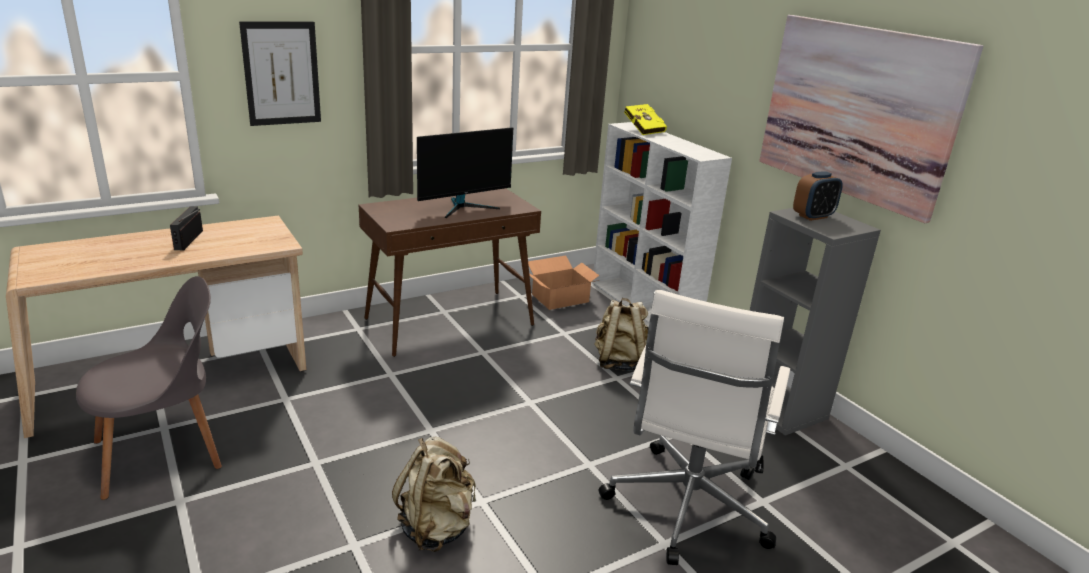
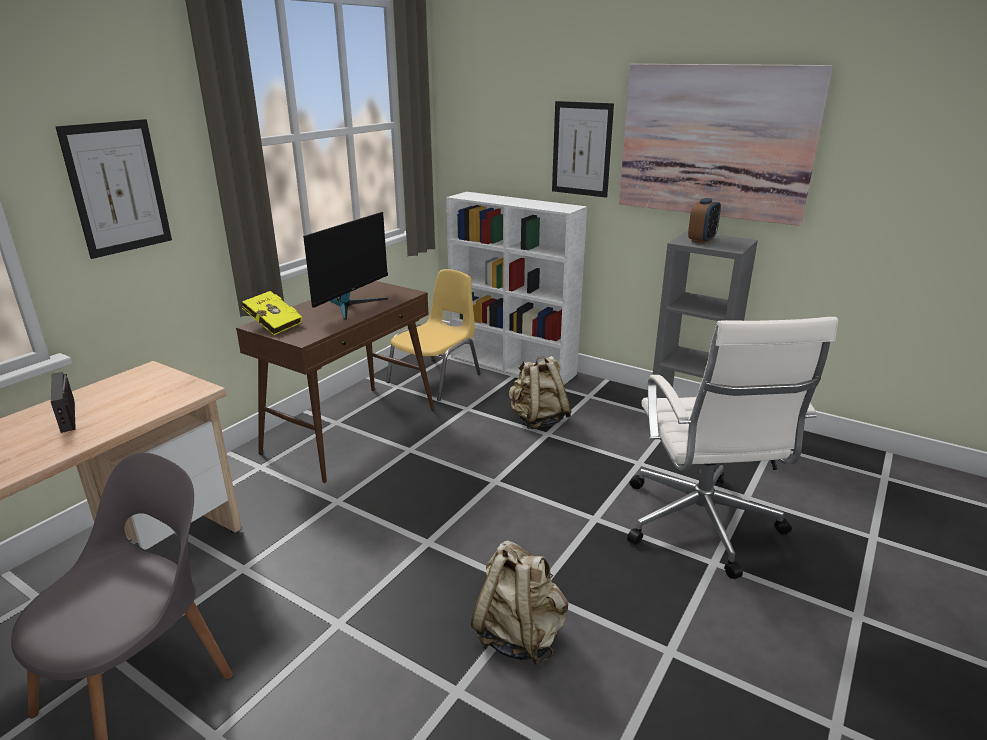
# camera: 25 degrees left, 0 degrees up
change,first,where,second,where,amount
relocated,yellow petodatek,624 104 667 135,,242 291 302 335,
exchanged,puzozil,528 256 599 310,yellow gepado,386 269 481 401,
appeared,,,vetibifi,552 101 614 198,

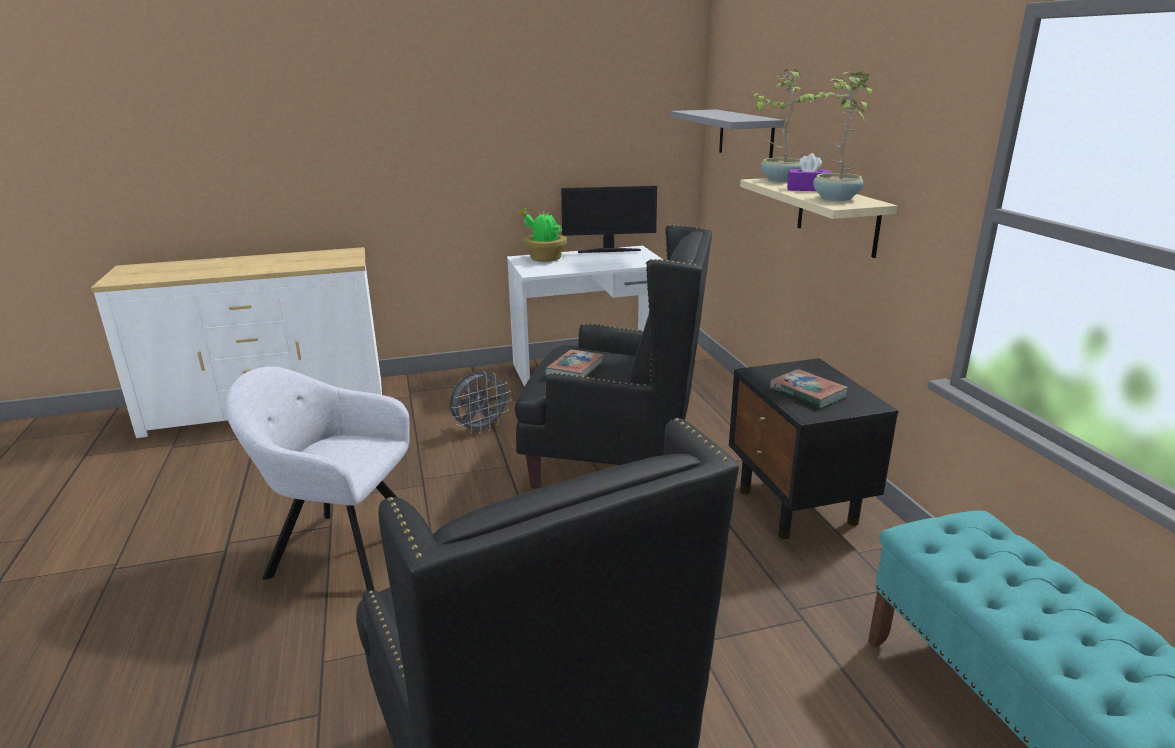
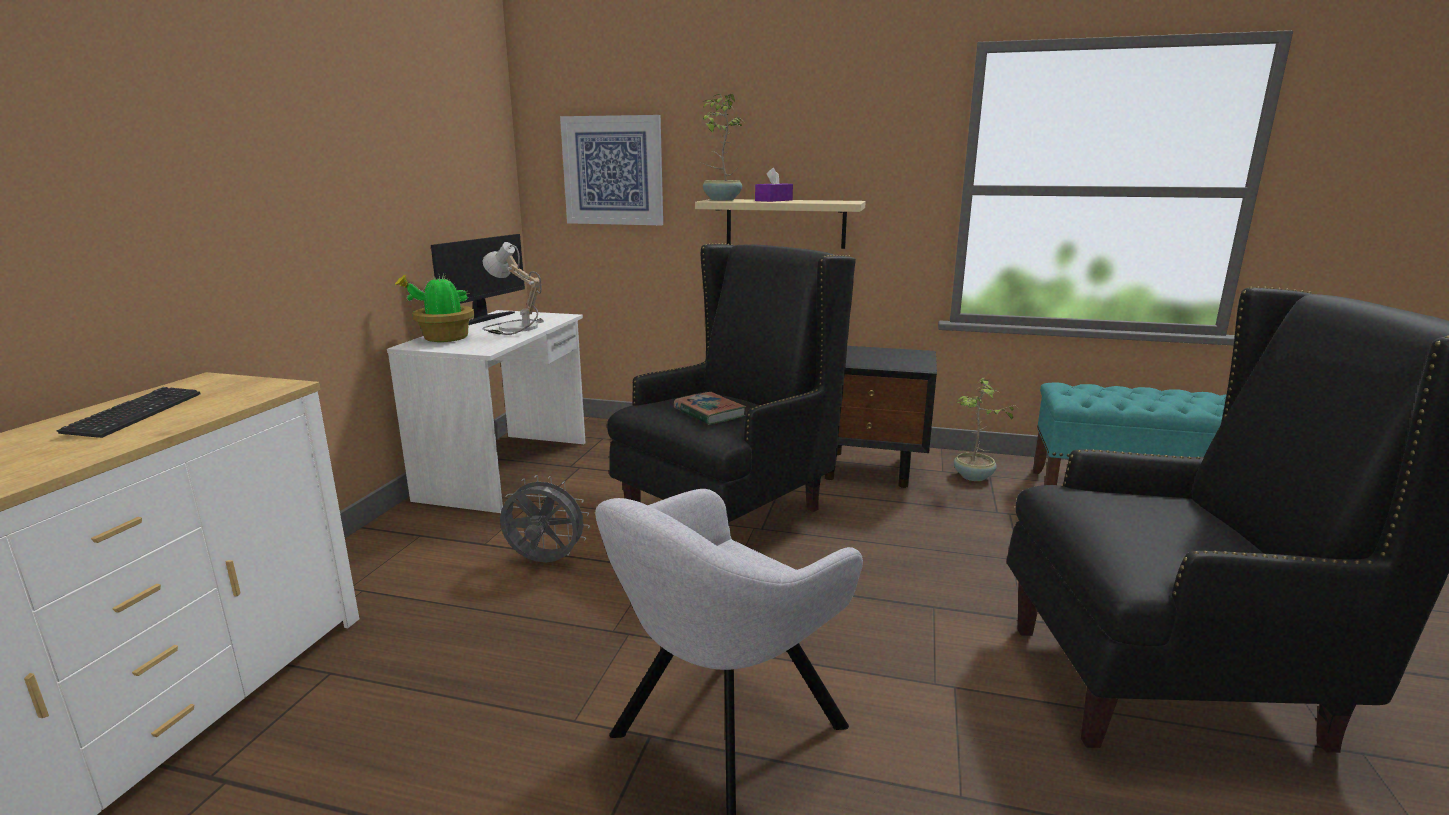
# camera: 60 degrees left, 5 degrees down
change,first,where,second,where,amount
relocated,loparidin,813 71 872 201,,954 378 1017 481,
exchanged,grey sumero,670 109 784 158,vetibifi,560 115 663 225,
missing,petodatek,770 369 849 408,,,
spun,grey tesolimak,450 371 511 434,,500 475 590 562,75 degrees counterclockwise
appeared,,,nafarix,482 242 544 335,
appeared,,,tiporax,56 387 200 438,

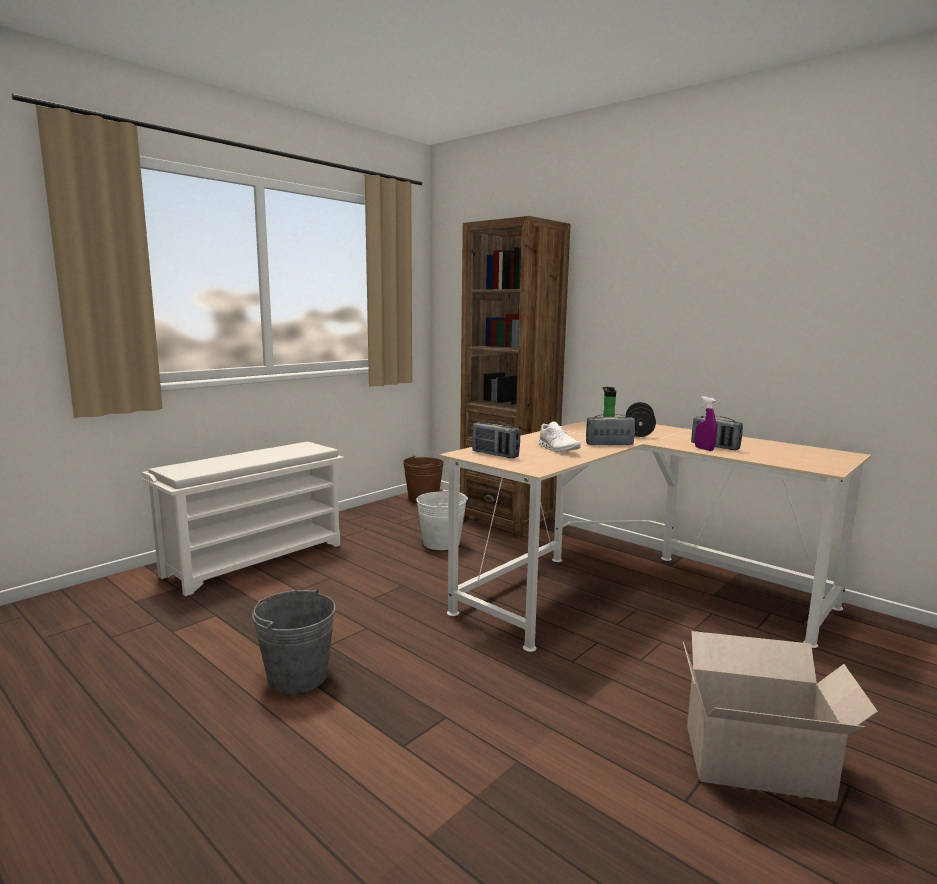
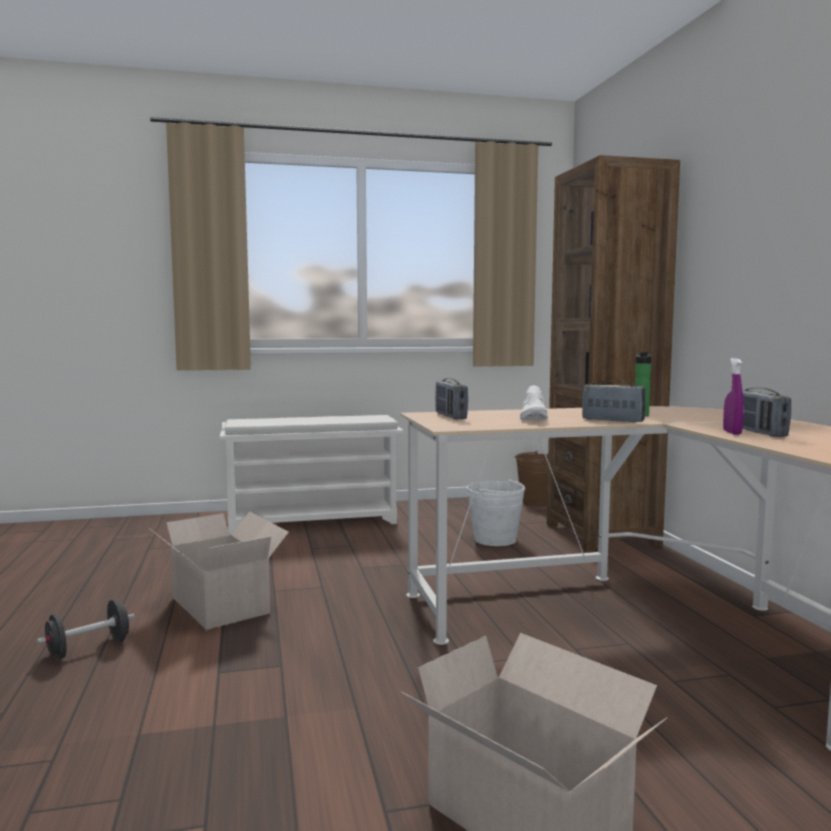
# camera: 35 degrees right, 5 degrees down
change,first,where,second,where,amount
relocated,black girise,626 402 656 437,,37 599 135 660,
exchanged,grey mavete,252 588 336 694,puzozil,148 512 289 630,

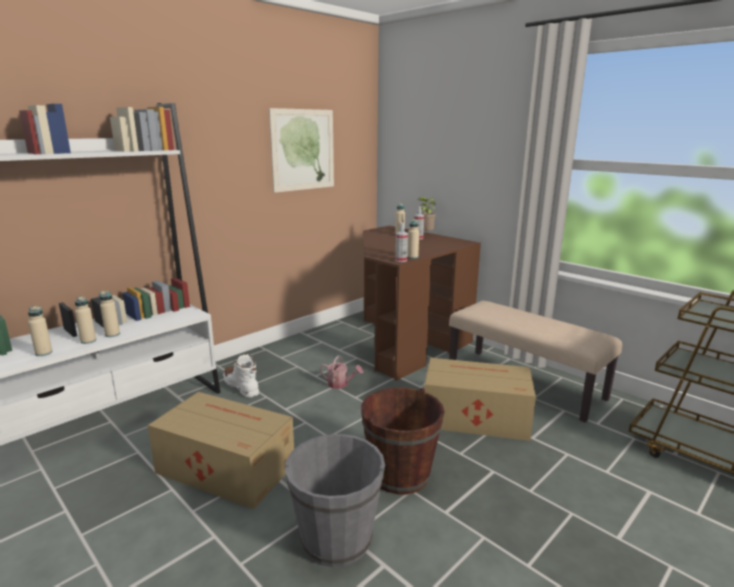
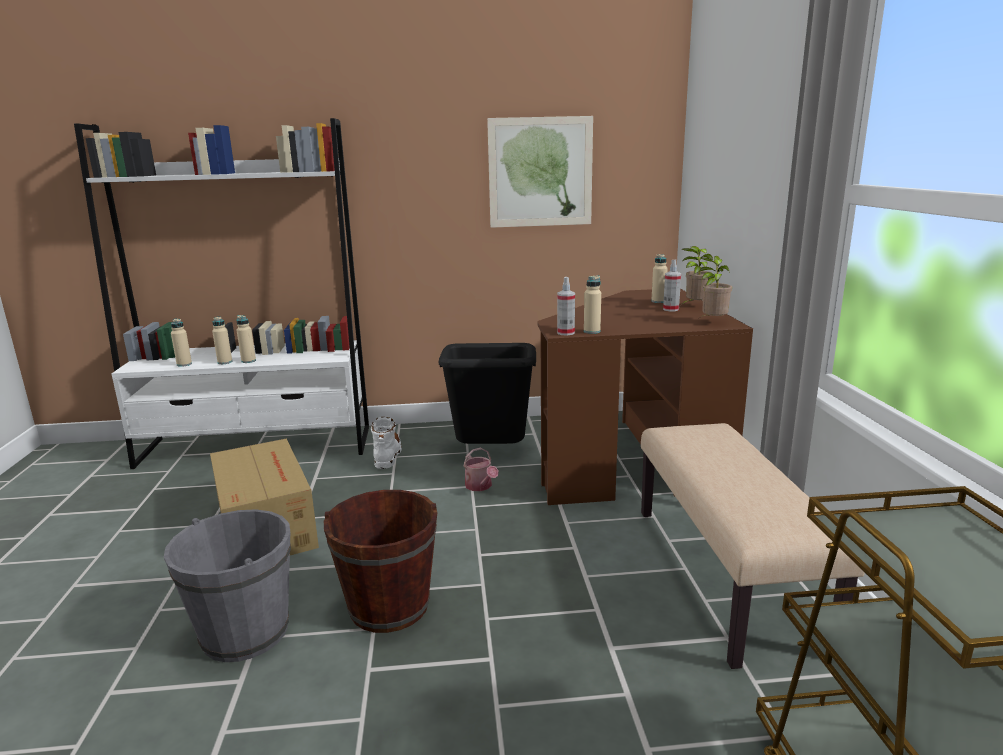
# camera: 40 degrees right, 0 degrees up
change,first,where,second,where,amount
missing,puzozil,424 358 536 441,,,
appeared,,,loparidin,700 256 732 317,
appeared,,,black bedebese,439 343 536 444,

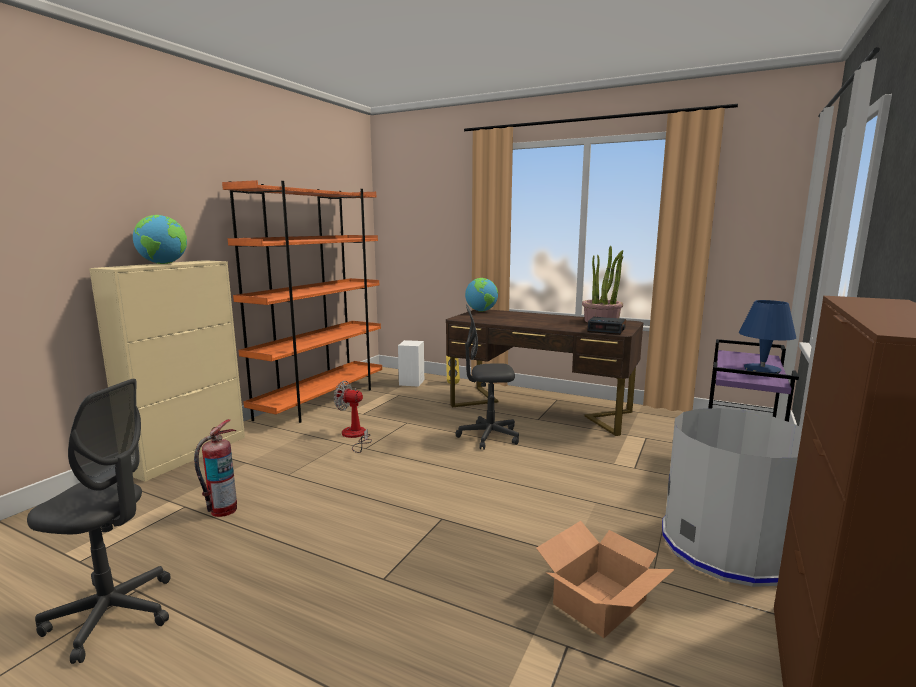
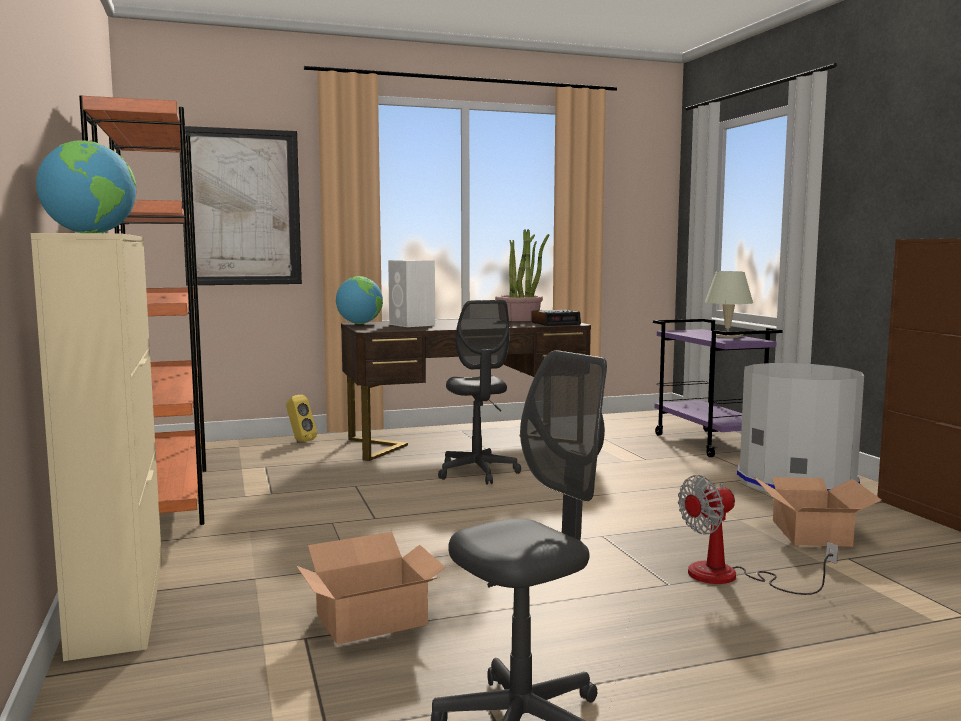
# camera: 45 degrees left, 5 degrees down
change,first,where,second,where,amount
colour,blue nafarix,739 300 796 374,beige nafarix,705 271 753 338,
spun,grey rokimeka,455 305 519 450,,438 300 521 485,60 degrees counterclockwise
relocated,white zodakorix,398 340 424 387,,388 260 435 327,
relocated,tesolimak,334 381 372 453,,678 475 838 595,
exchanged,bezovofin,194 419 237 517,puzozil,297 532 445 645,
appeared,,,vetibifi,180 126 302 286,

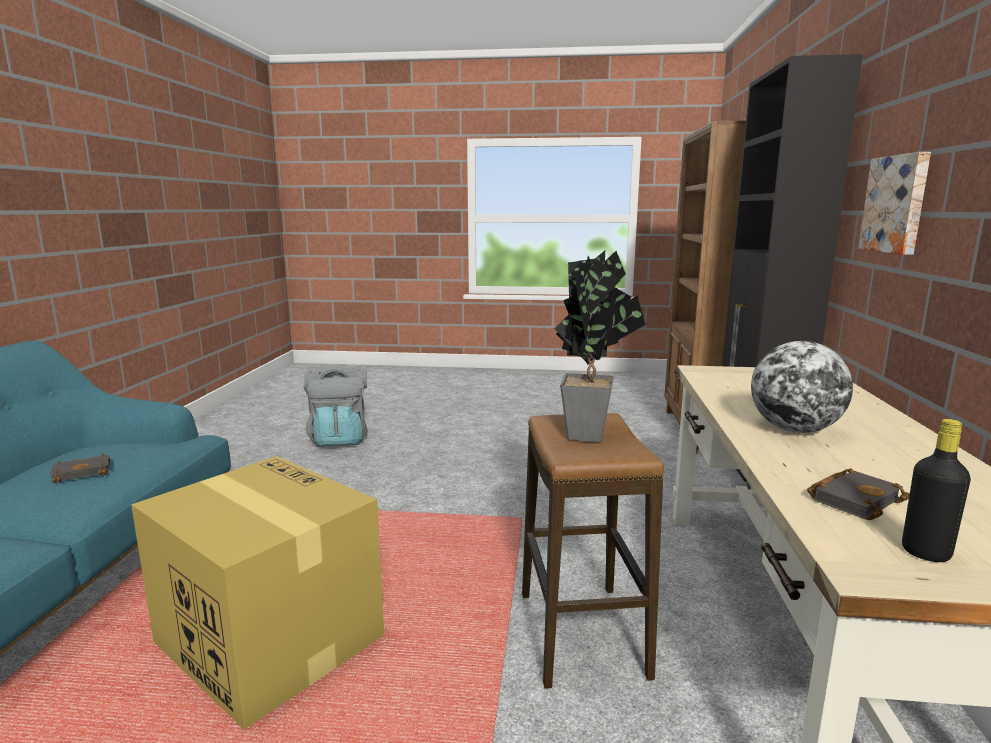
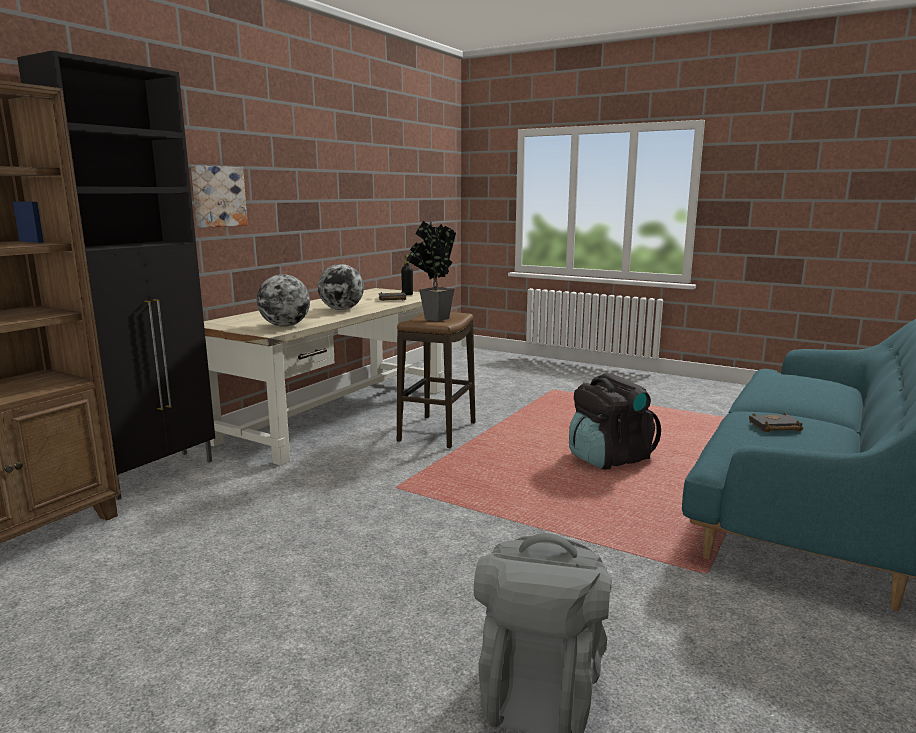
# camera: 155 degrees left, 0 degrees up
change,first,where,second,where,amount
exchanged,puzozil,131 456 384 730,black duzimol,569 373 661 469,
appeared,,,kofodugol,257 274 310 327,

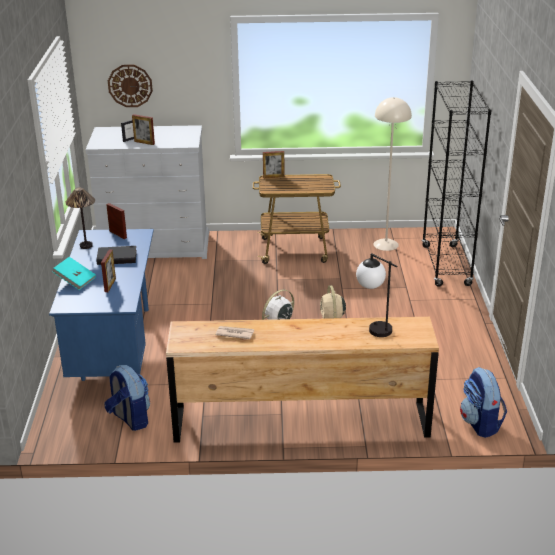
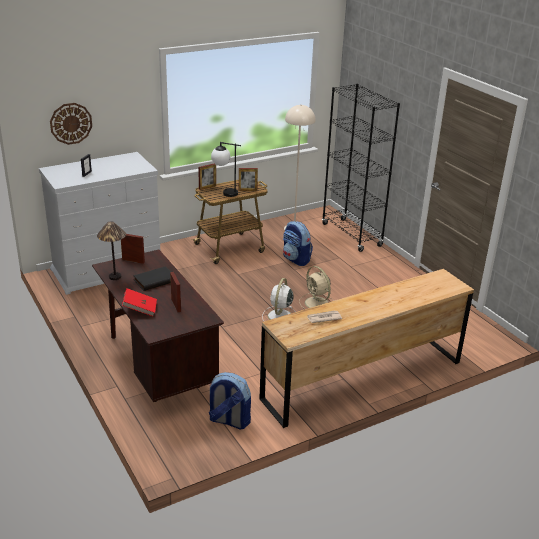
# camera: 30 degrees left, 0 degrees up
change,first,where,second,where,amount
relocated,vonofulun,132 114 155 145,,239 168 258 191,
colour,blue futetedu,49 229 154 381,brown futetedu,92 249 224 402,
relocated,nafarix,356 253 397 337,,211 142 241 197,
colour,turquoise petodatek,52 257 96 290,red petodatek,122 288 157 316,
relocated,duzimol,460 367 507 438,,283 221 313 266,

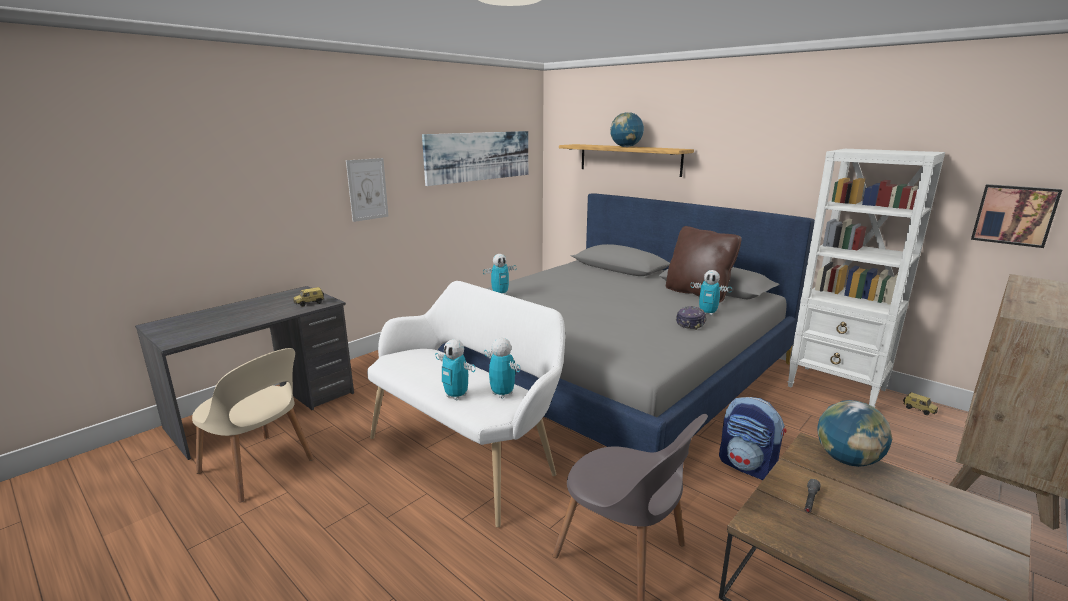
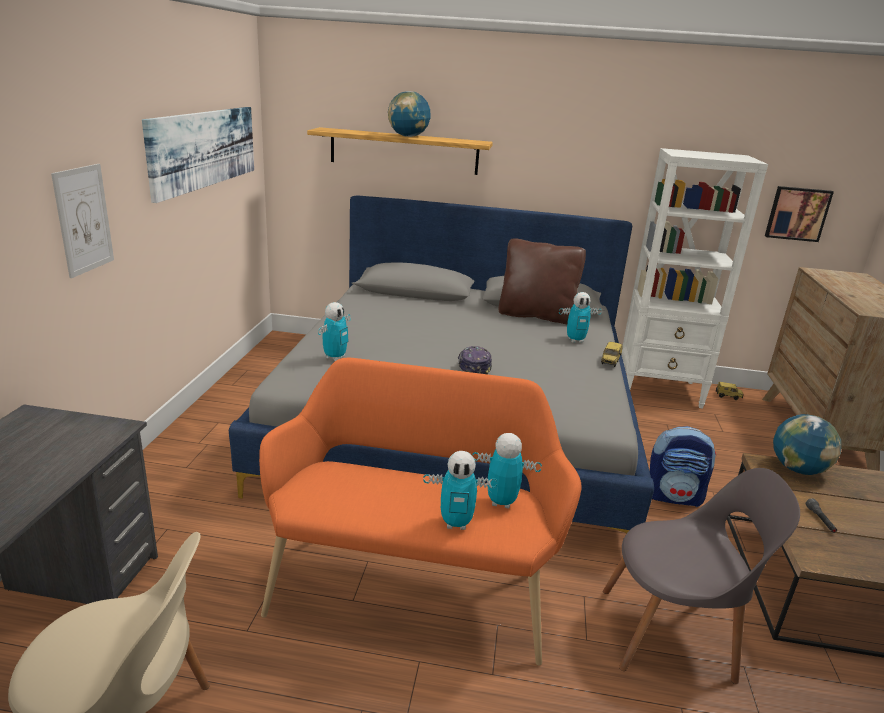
# camera: 35 degrees left, 5 degrees up
change,first,where,second,where,amount
colour,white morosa,367 281 565 527,orange morosa,259 358 582 666,
relocated,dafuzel,293 287 324 307,,601 342 622 367,
relocated,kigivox,676 306 707 330,,458 346 492 374,

